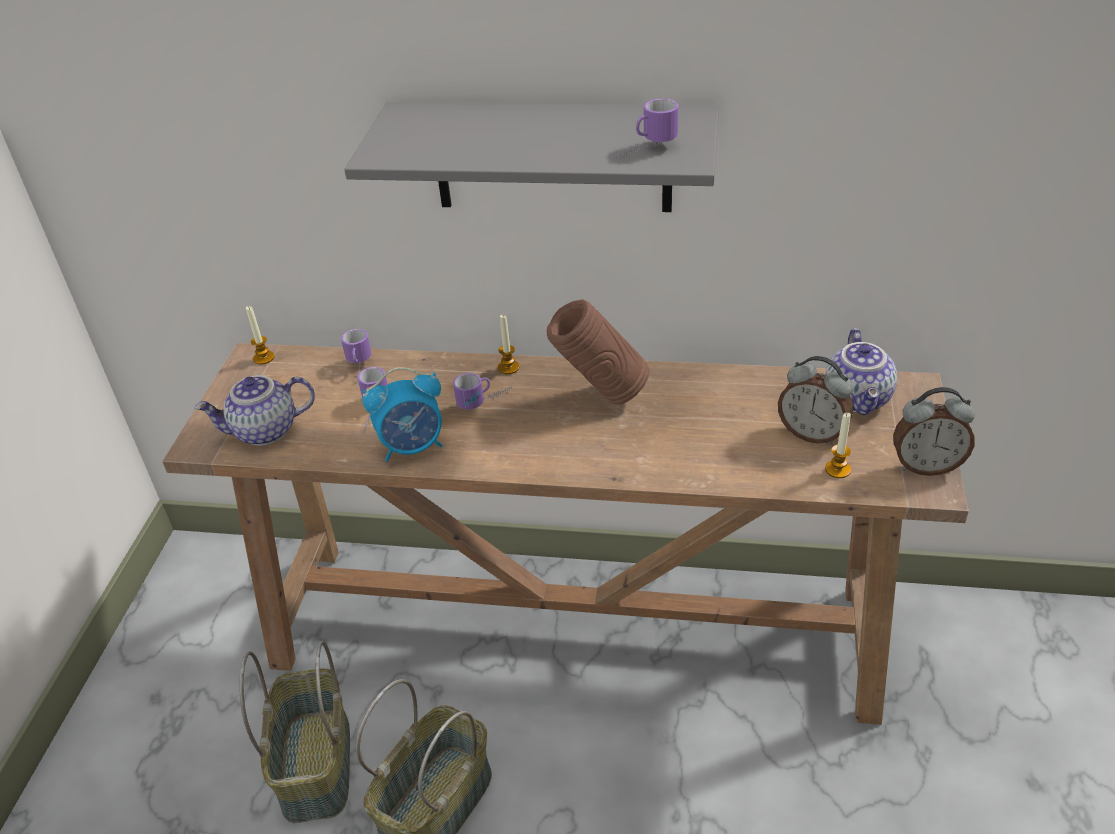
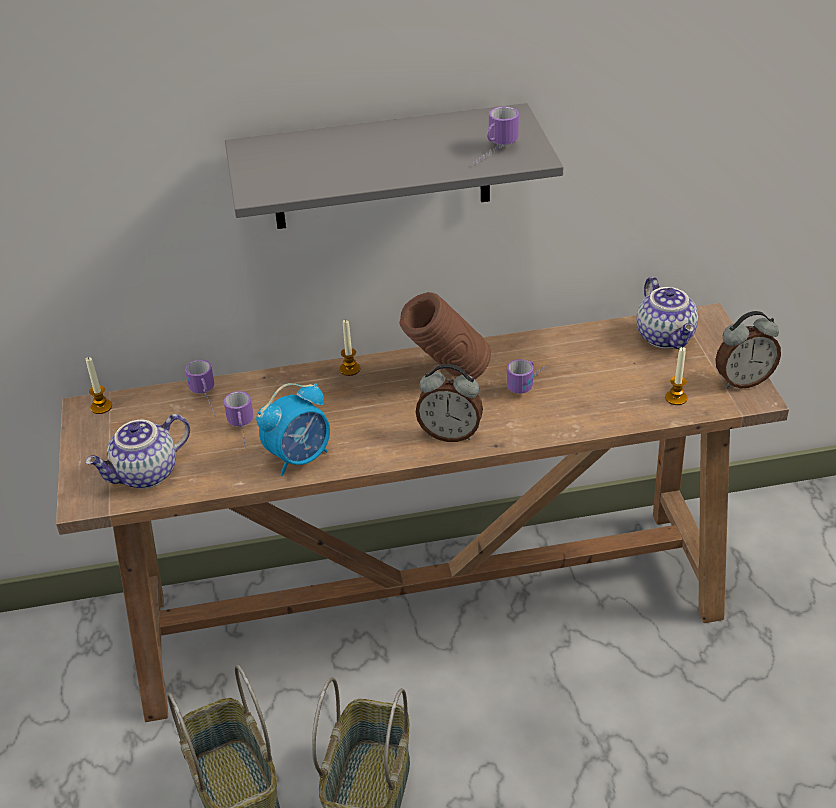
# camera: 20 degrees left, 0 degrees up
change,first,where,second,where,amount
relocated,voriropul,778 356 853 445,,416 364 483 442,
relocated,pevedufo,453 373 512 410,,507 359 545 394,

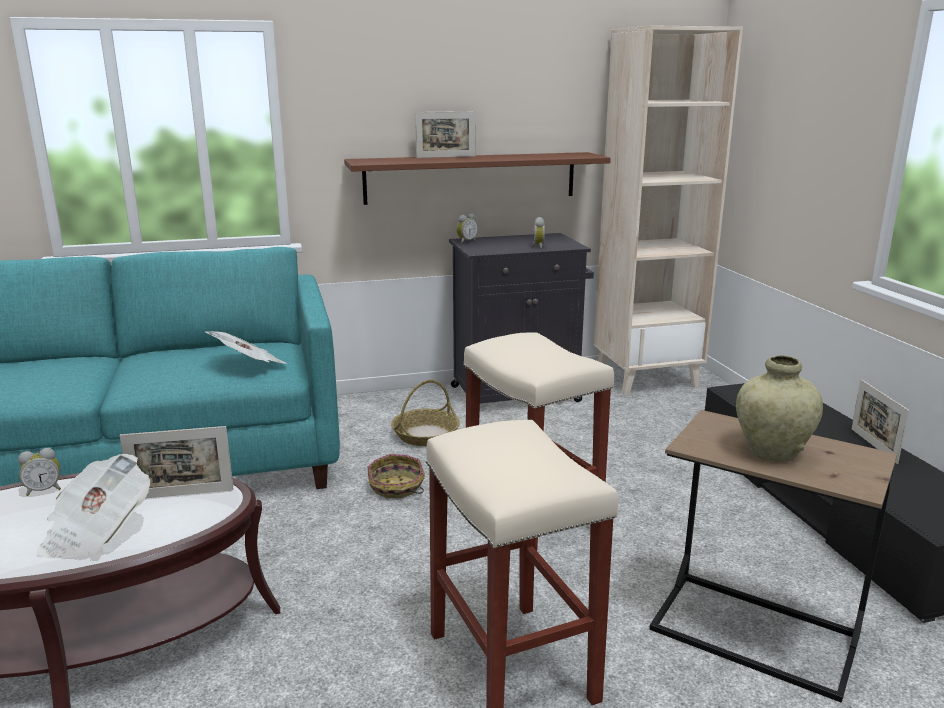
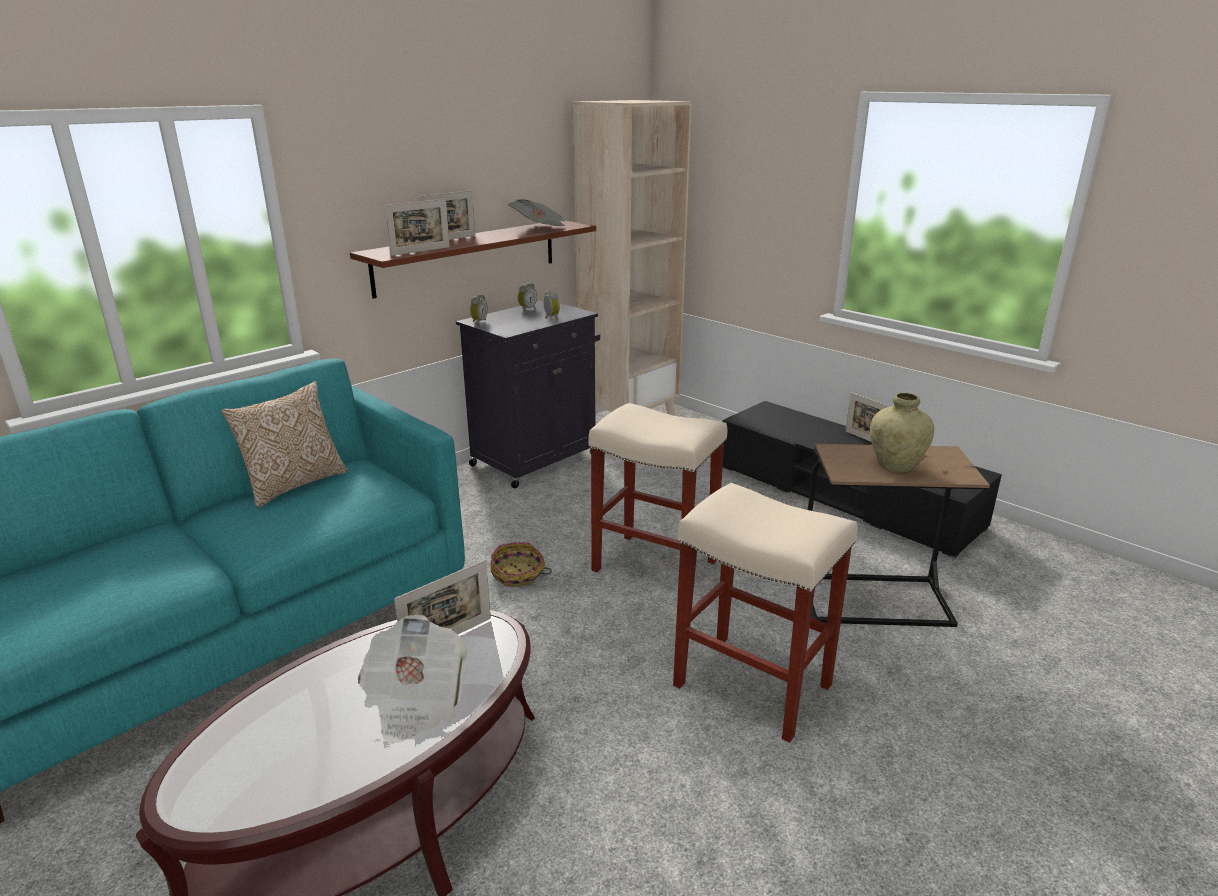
# camera: 30 degrees left, 5 degrees up
change,first,where,second,where,amount
relocated,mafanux,206 331 286 363,,508 199 565 226,
missing,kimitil,391 380 460 446,,,
relocated,voriropul,18 448 61 496,,518 282 537 312,
appeared,,,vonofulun,384 199 450 256,
appeared,,,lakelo,221 381 348 508,

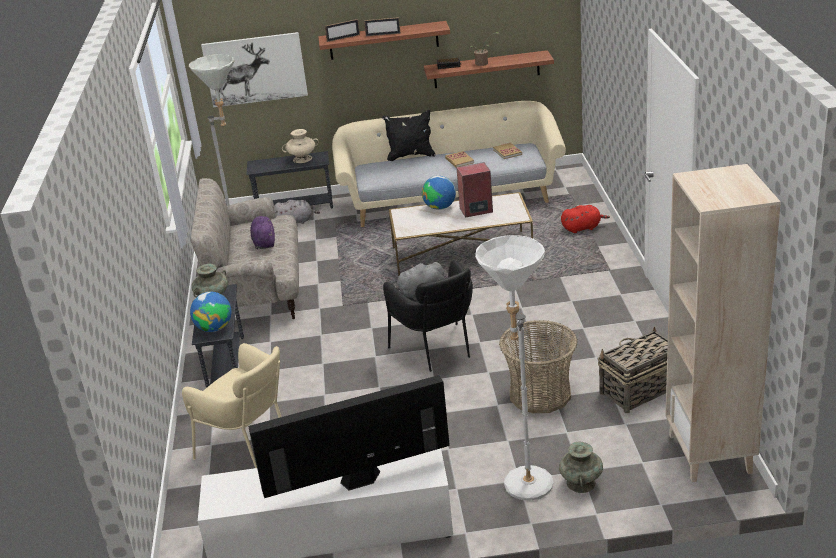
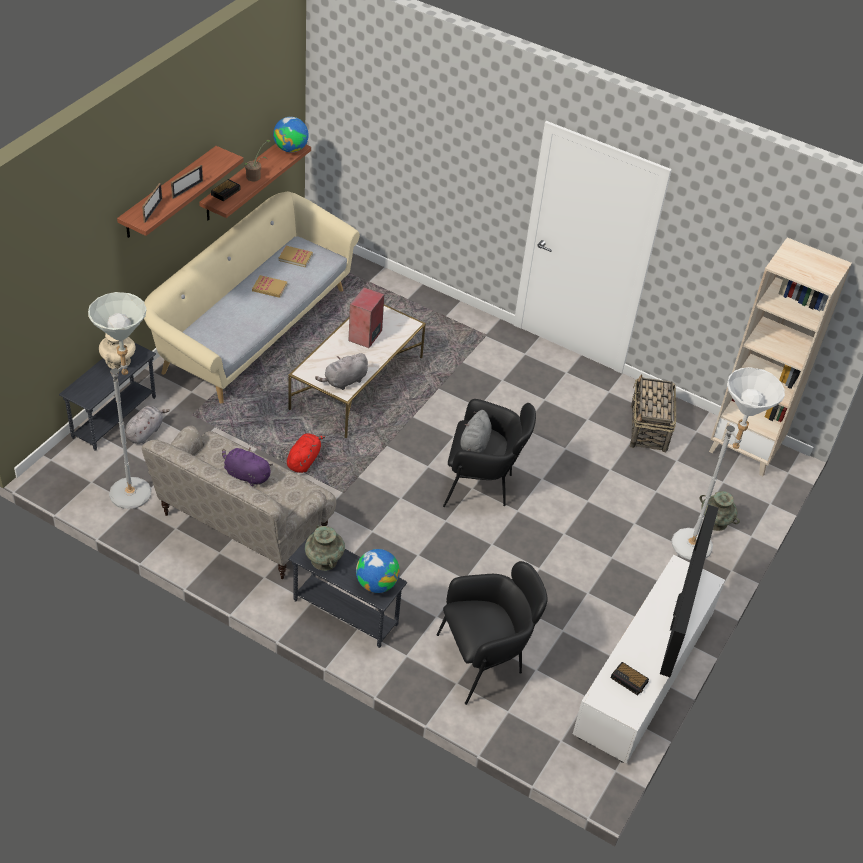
# camera: 60 degrees left, 15 degrees up
change,first,where,second,where,amount
missing,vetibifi,201 32 308 107,,,
missing,black lakelo,382 110 435 161,,,
relocated,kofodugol,422 176 456 210,,273 117 309 153,
relocated,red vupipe,561 205 610 233,,287 433 326 473,
missing,kimitil,499 320 577 413,,,
colour,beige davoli,182 343 281 468,black davoli,436 561 548 705,
appeared,,,grey vupipe,315 353 368 390,
appeared,,,voriropul,611 662 649 695,

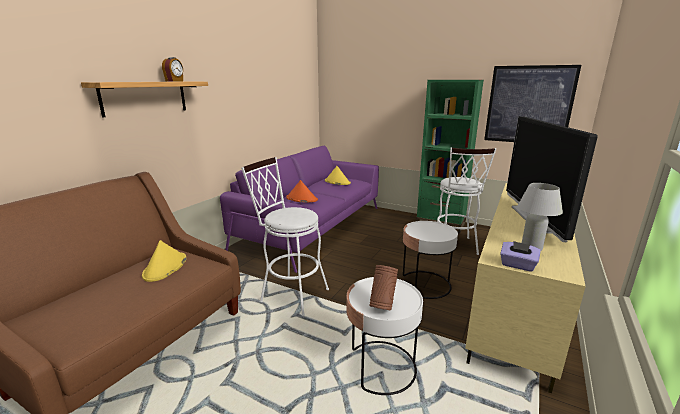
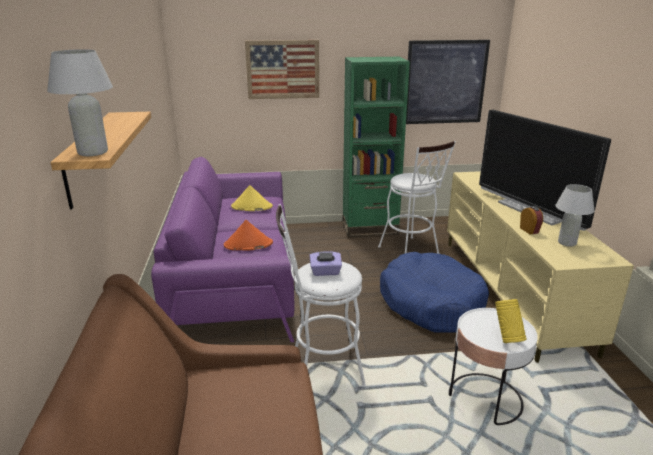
# camera: 35 degrees left, 5 degrees up
change,first,where,second,where,amount
relocated,voriropul,162 57 183 82,,520 206 543 235,
exchanged,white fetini,403 221 458 299,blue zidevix,380 252 489 333,
missing,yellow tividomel,142 240 187 282,,,
relocated,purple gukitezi,500 241 541 272,,309 251 342 276,
colour,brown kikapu,369 265 398 310,yellow kikapu,495 299 527 343,
appeared,,,vetibifi,245 40 319 99,
appeared,,,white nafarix,47 49 113 156,

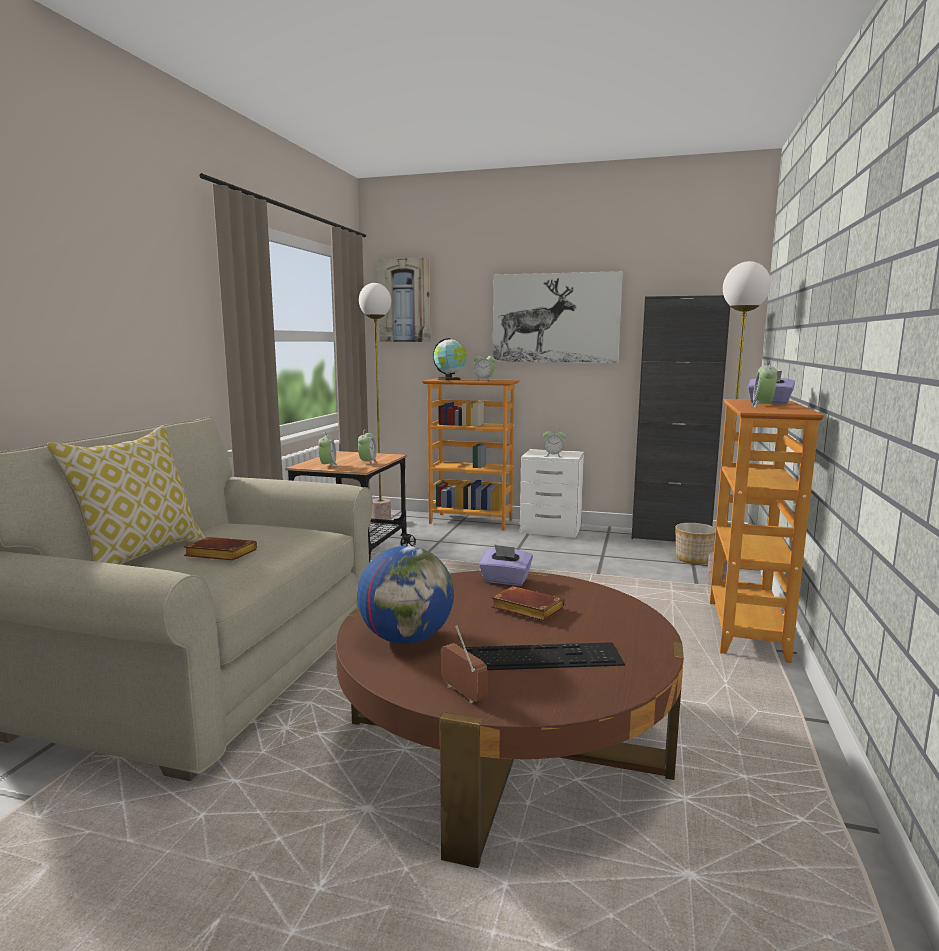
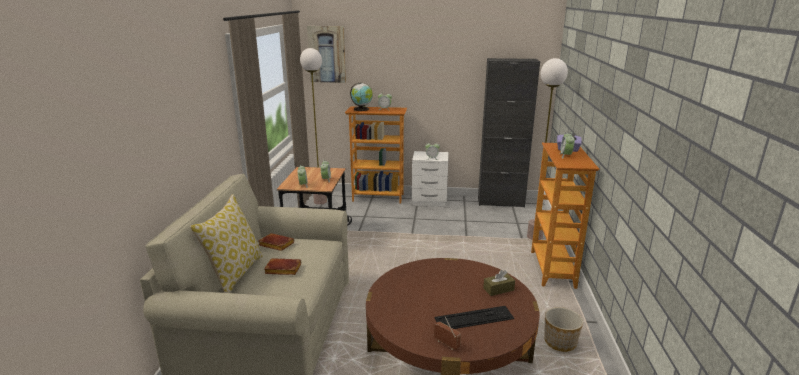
# camera: 10 degrees left, 10 degrees up
change,first,where,second,where,amount
missing,vetibifi,493 271 623 363,,,
relocated,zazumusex,675 523 716 564,,544 307 583 352,
missing,purple gukitezi,479 544 533 586,,,
missing,kofodugol,357 546 454 644,,,
relocated,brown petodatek,491 586 565 621,,258 233 294 251,
appeared,,,brown gukitezi,483 270 515 296,

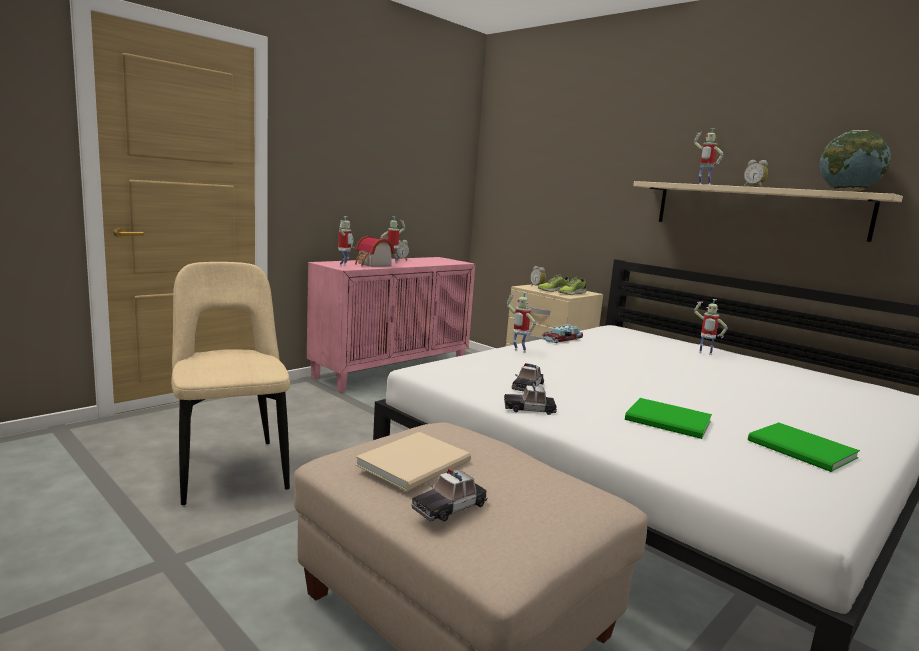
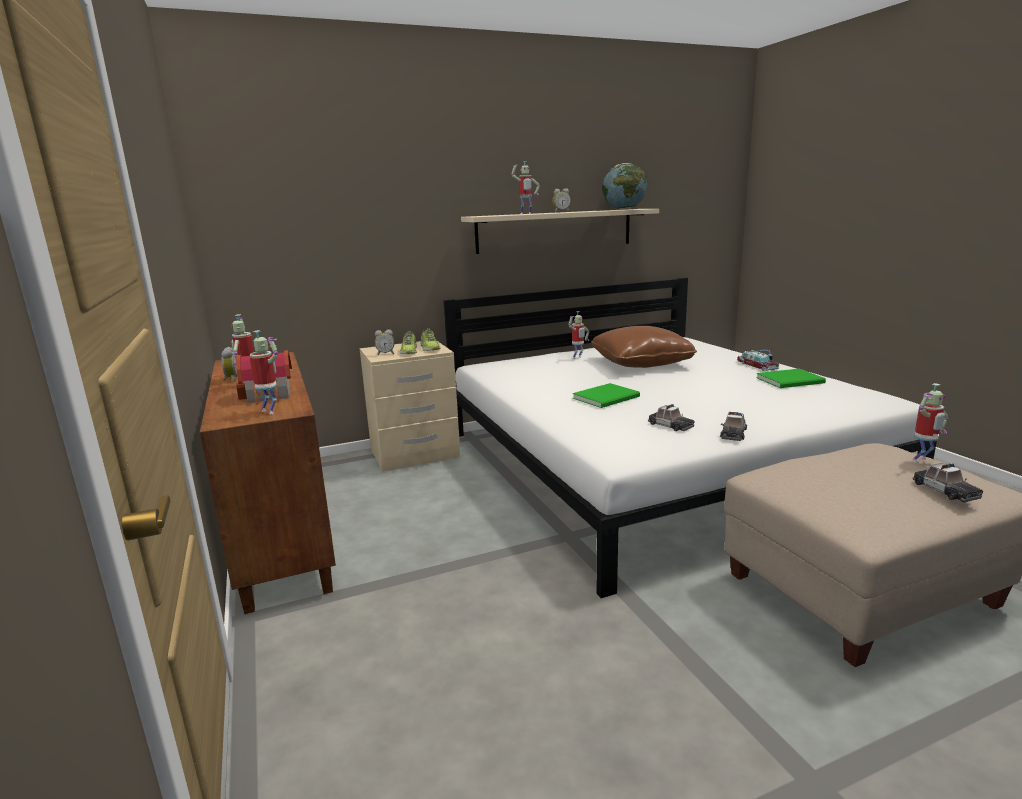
# camera: 65 degrees left, 5 degrees up
change,first,where,second,where,amount
colour,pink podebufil,307 257 475 392,brown podebufil,200 352 336 614,
missing,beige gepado,171 262 290 505,,,
relocated,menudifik,507 292 536 353,,912 383 948 463,
relocated,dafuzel,541 324 583 343,,737 350 779 371,
relocated,green petodatek,625 398 712 439,,573 383 640 408,
missing,beige petodatek,355 432 471 492,,,
appeared,,,brown lakelo,591 326 697 368,

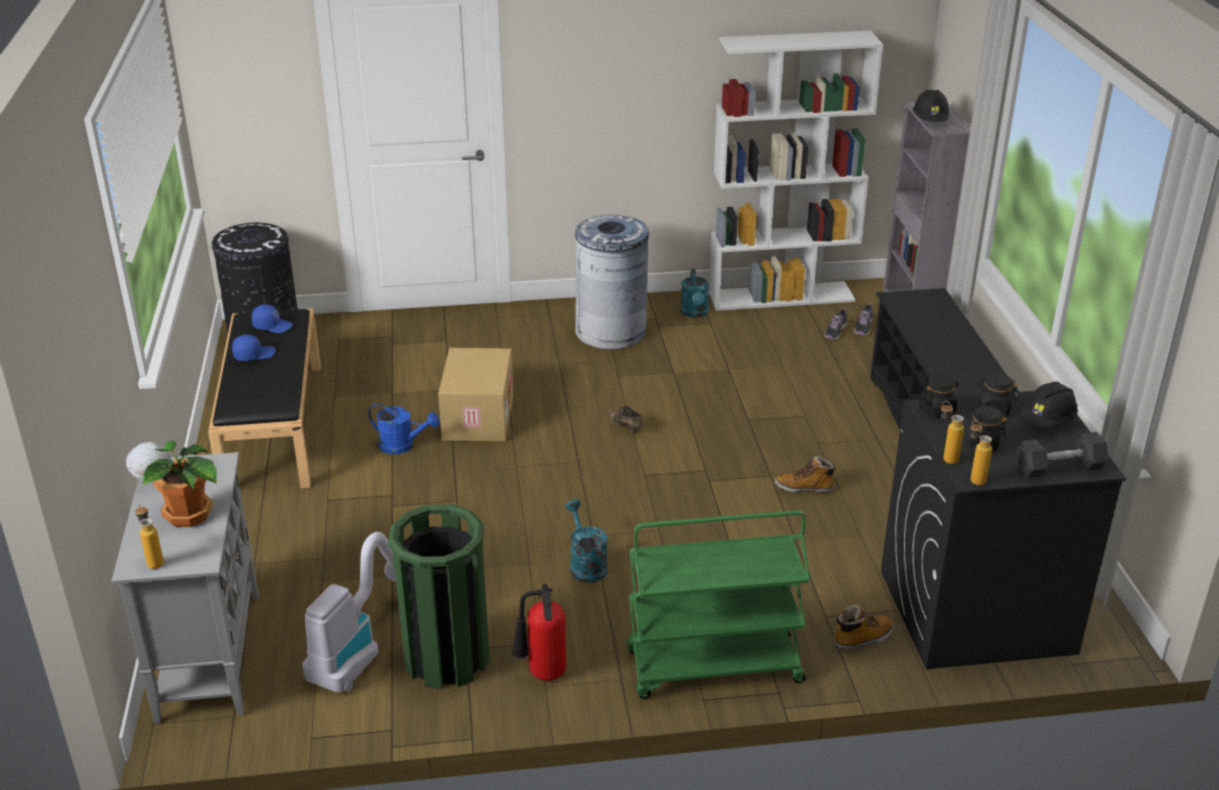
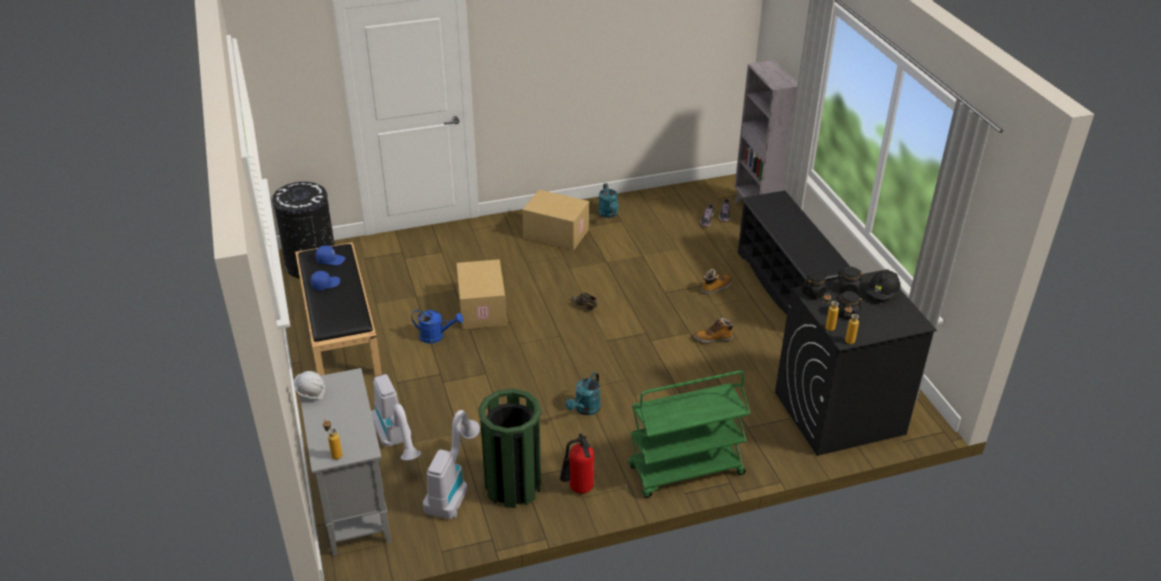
# camera: 10 degrees left, 5 degrees up
change,first,where,second,where,amount
missing,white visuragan,708 31 883 311,,,
missing,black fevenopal,913 90 949 122,,,
exchanged,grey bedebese,575 215 649 350,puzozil,522 190 589 251,
missing,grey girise,1016 432 1108 478,,,
missing,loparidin,142 440 217 527,,,
spun,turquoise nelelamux,565 500 608 583,,565 372 601 416,120 degrees counterclockwise
relocated,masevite,833 604 894 650,,702 269 732 294,
appeared,,,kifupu,371 374 421 461,

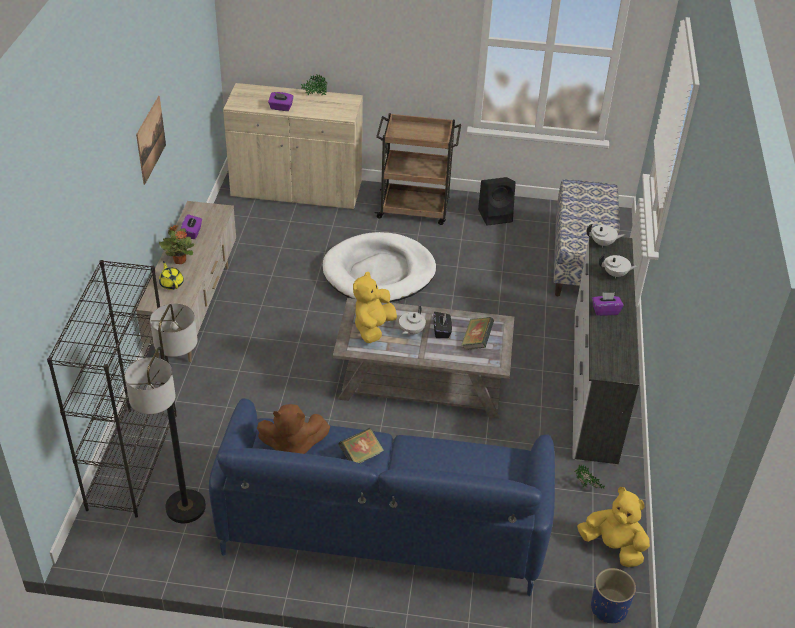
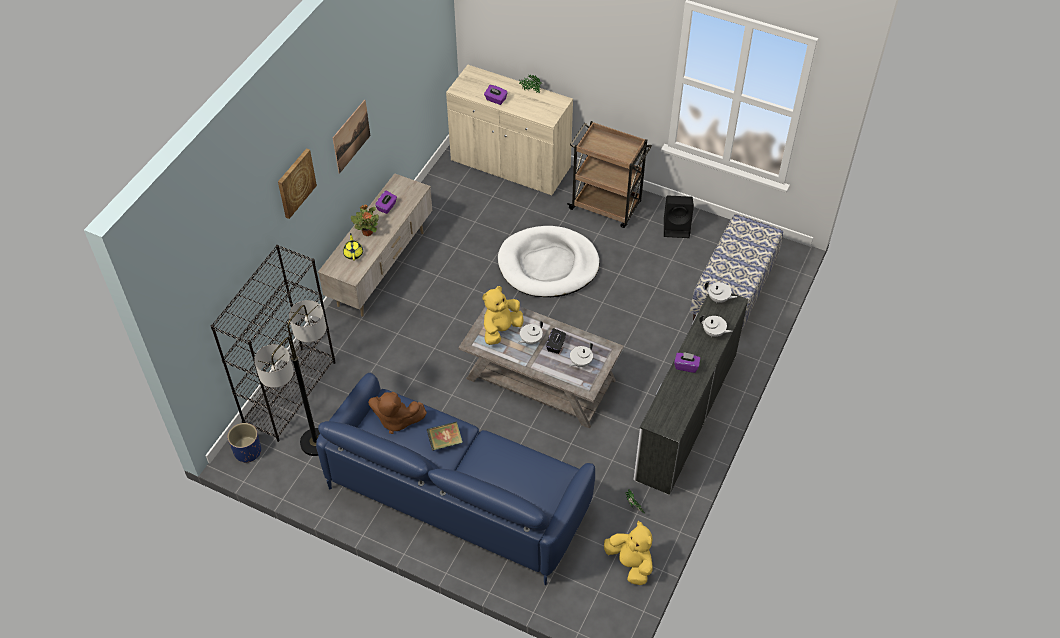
# camera: 20 degrees right, 10 degrees up
change,first,where,second,where,amount
exchanged,petodatek,462 317 494 350,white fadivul,569 343 593 367,
relocated,blue zazumusex,591 568 636 624,,227 423 261 463,
appeared,,,vetibifi,278 148 317 219,

